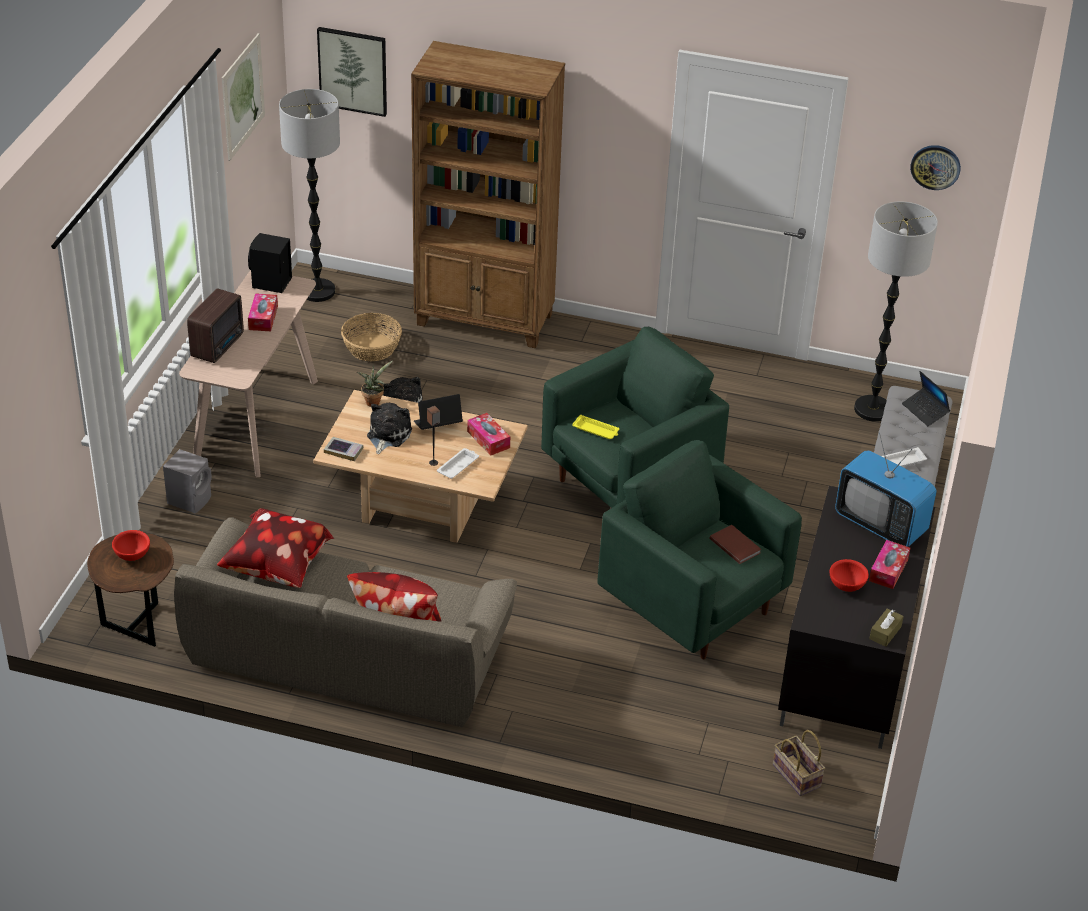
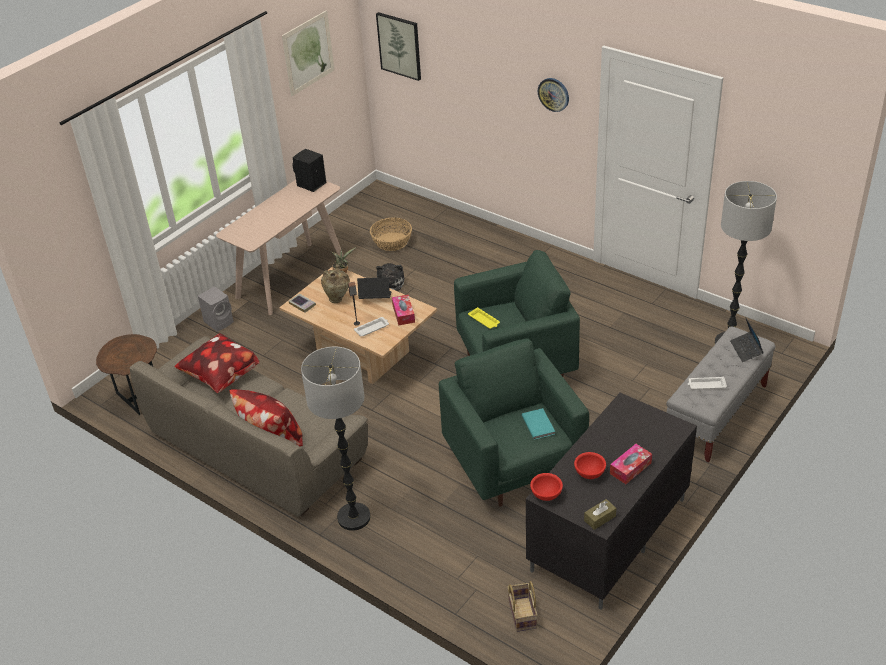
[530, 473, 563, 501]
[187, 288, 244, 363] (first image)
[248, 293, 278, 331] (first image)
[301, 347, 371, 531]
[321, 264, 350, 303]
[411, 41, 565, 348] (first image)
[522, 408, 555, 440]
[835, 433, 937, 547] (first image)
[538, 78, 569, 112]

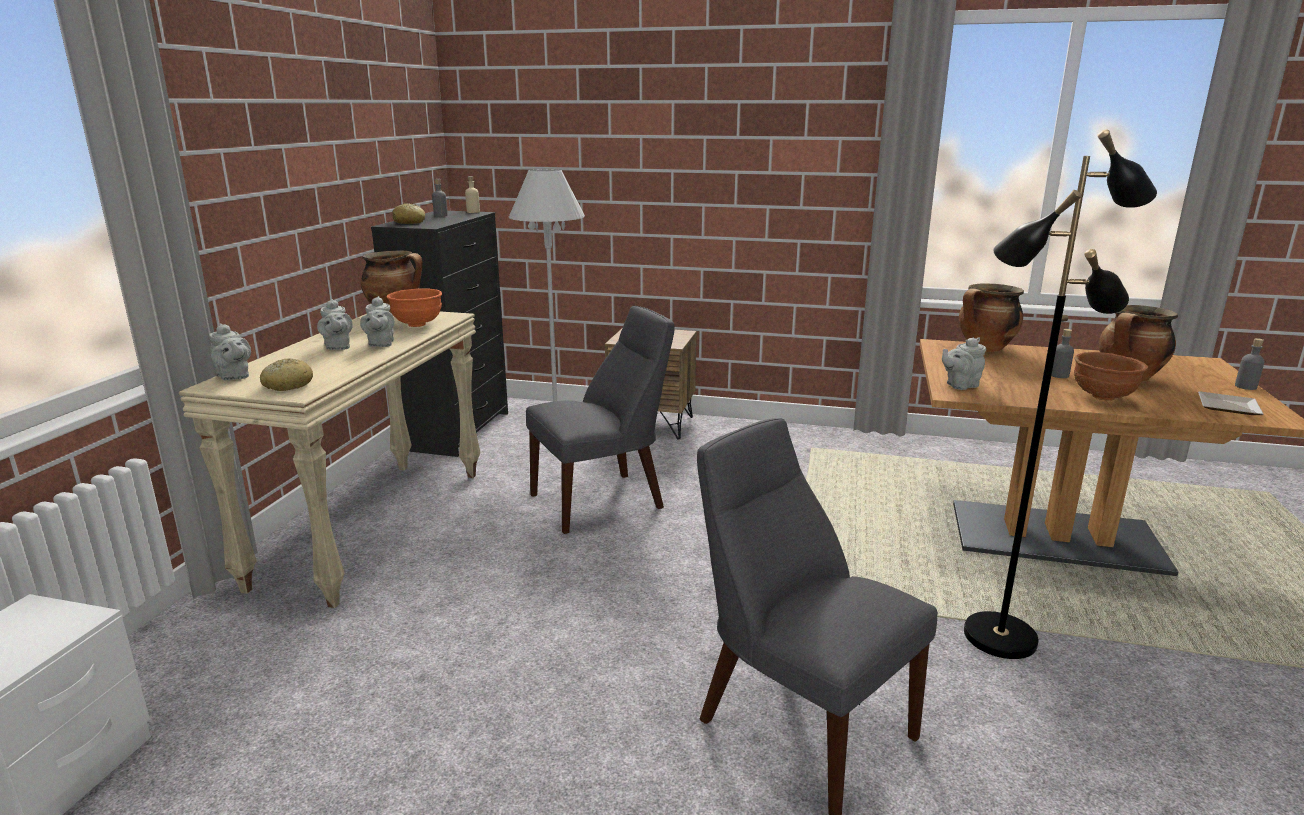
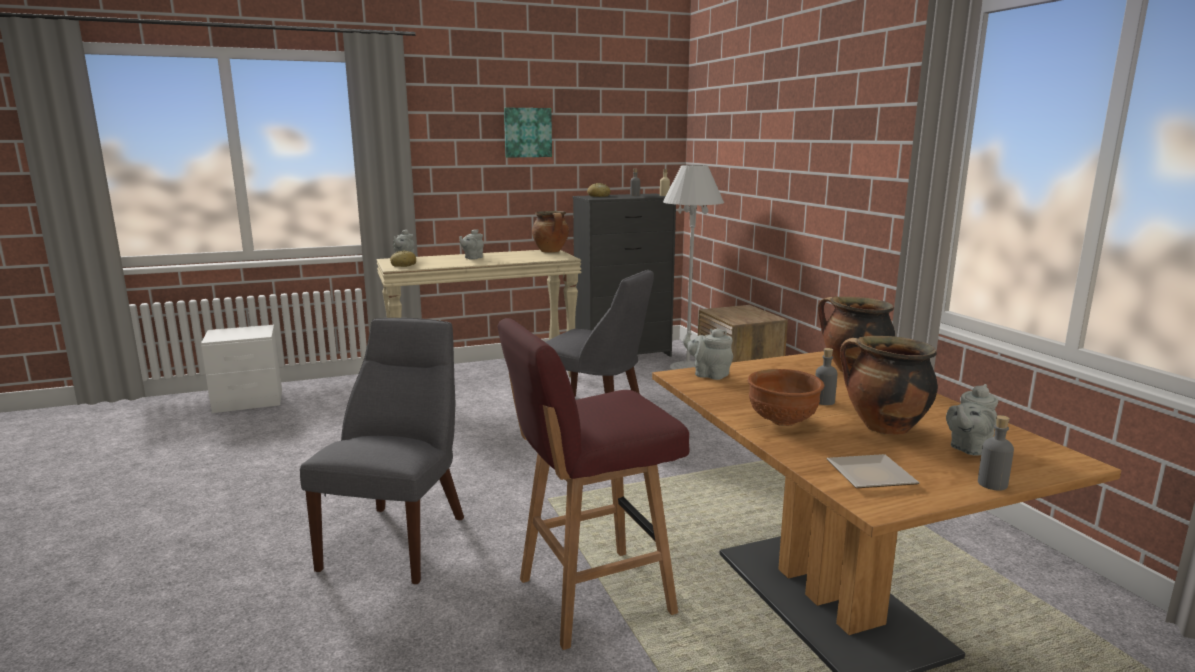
[946, 384, 998, 456]
[387, 288, 442, 327] (first image)
[498, 318, 689, 650]
[504, 108, 552, 158]

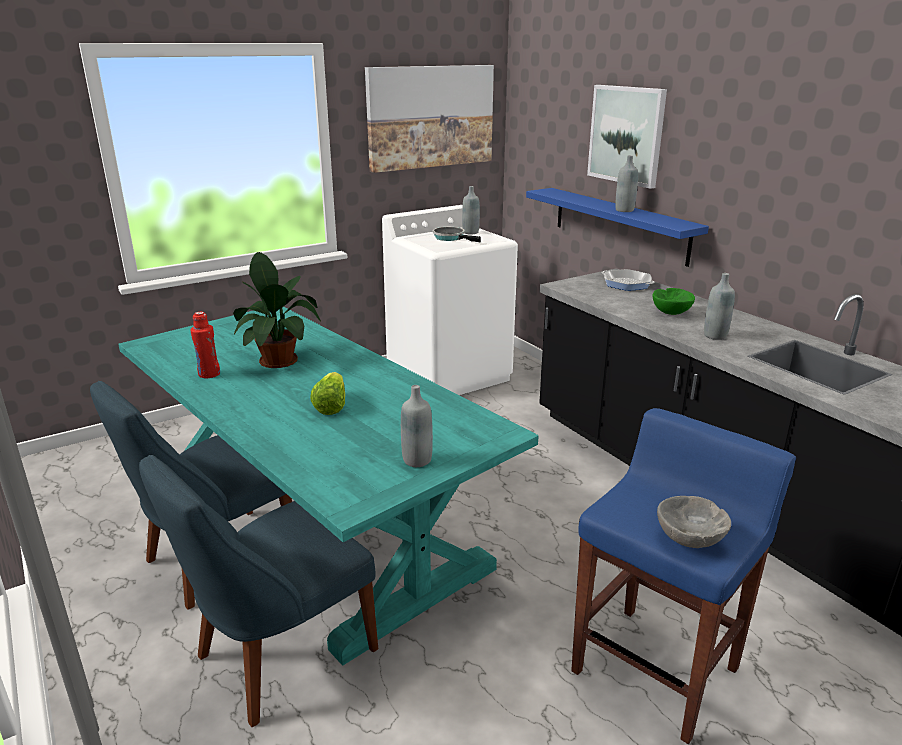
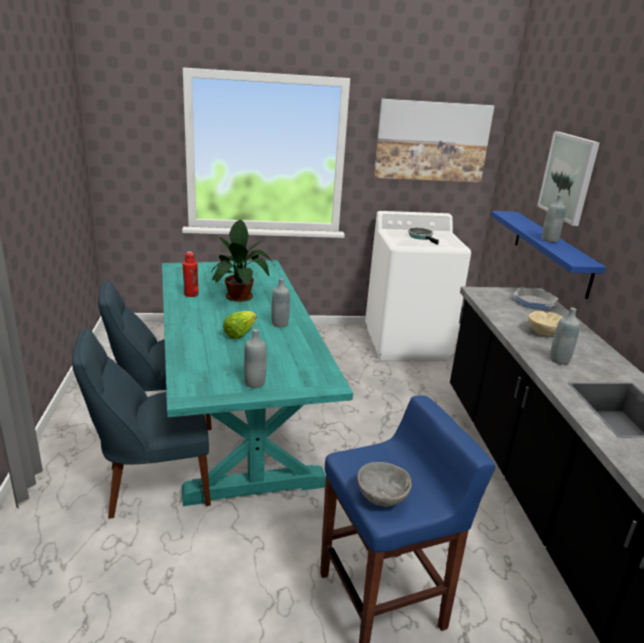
[271, 278, 290, 327]
[528, 311, 563, 336]

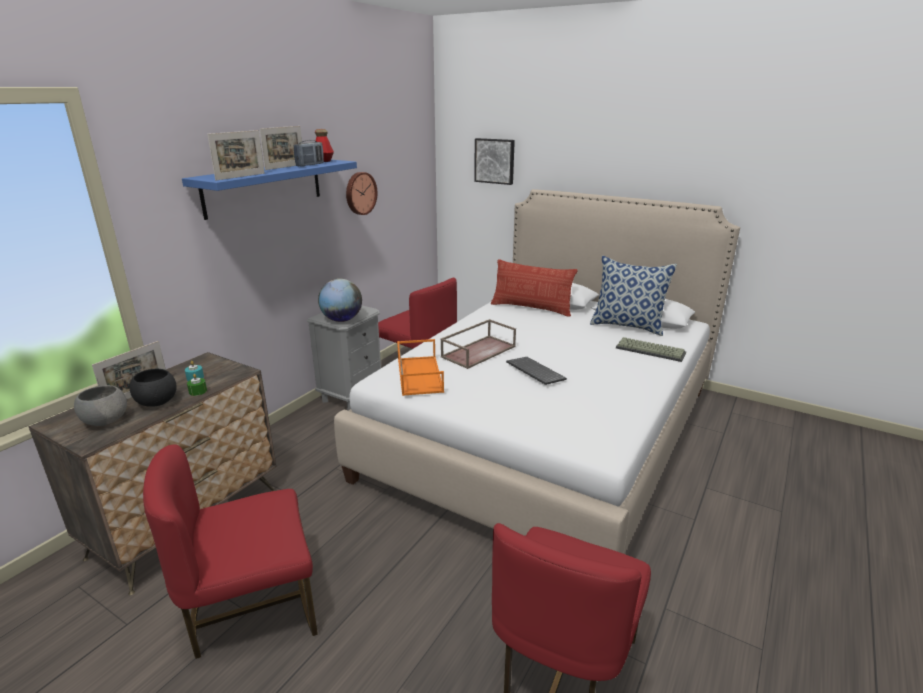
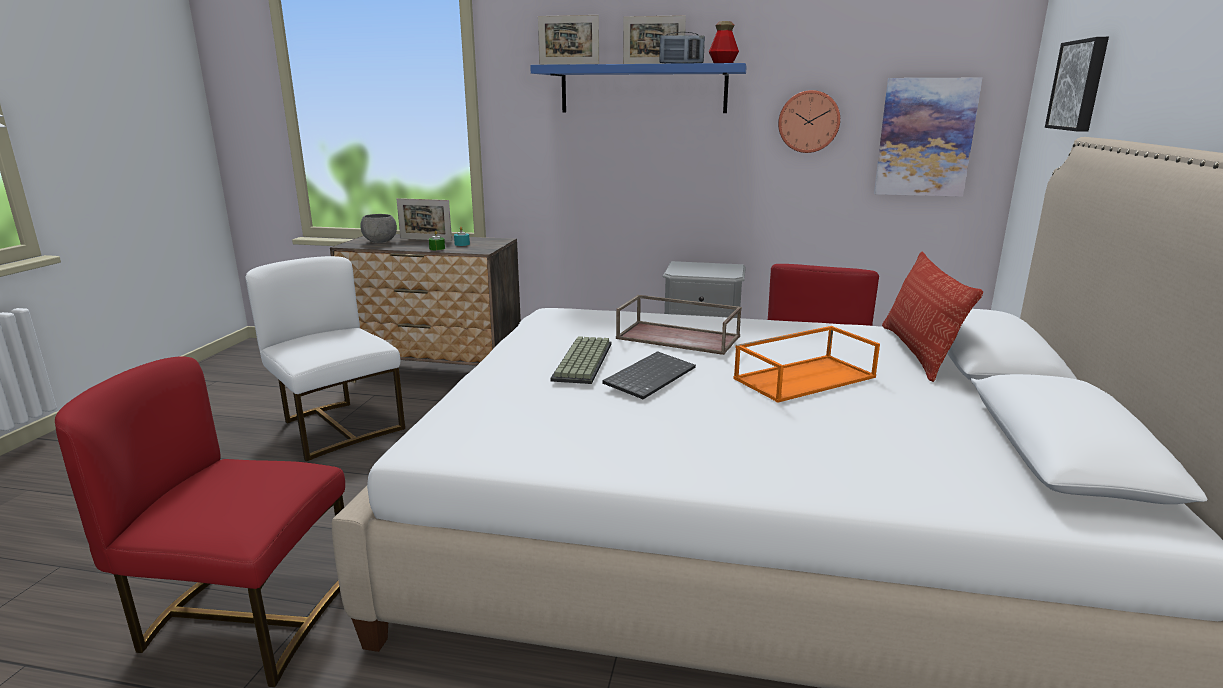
[130, 369, 177, 407] (first image)
[245, 256, 405, 461]
[318, 279, 362, 322] (first image)
[733, 326, 880, 403]
[590, 256, 677, 336] (first image)
[550, 336, 611, 384]
[874, 78, 982, 197]

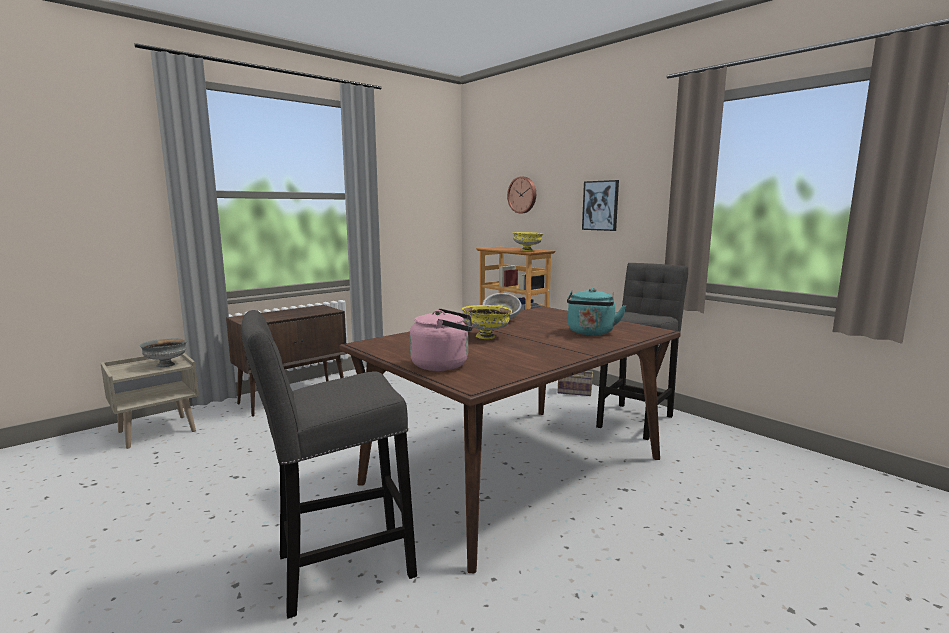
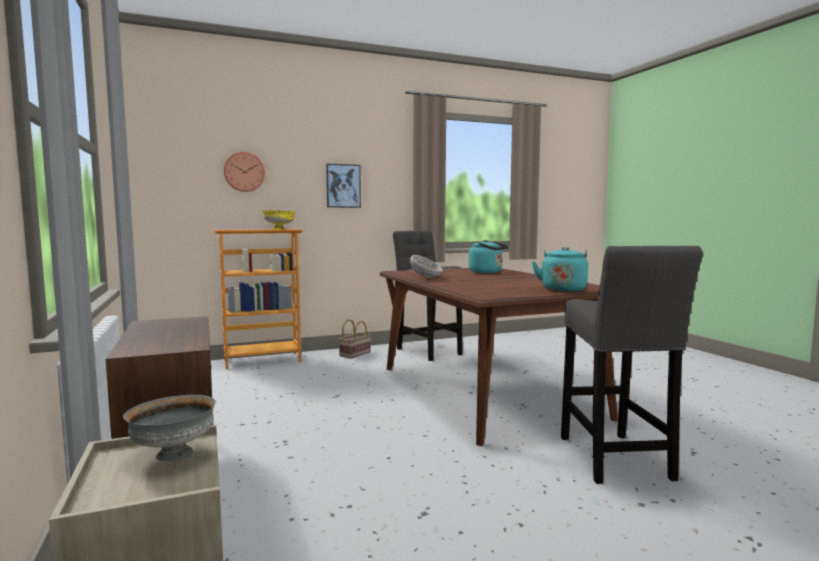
[532, 247, 588, 292]
[462, 305, 512, 339] (first image)

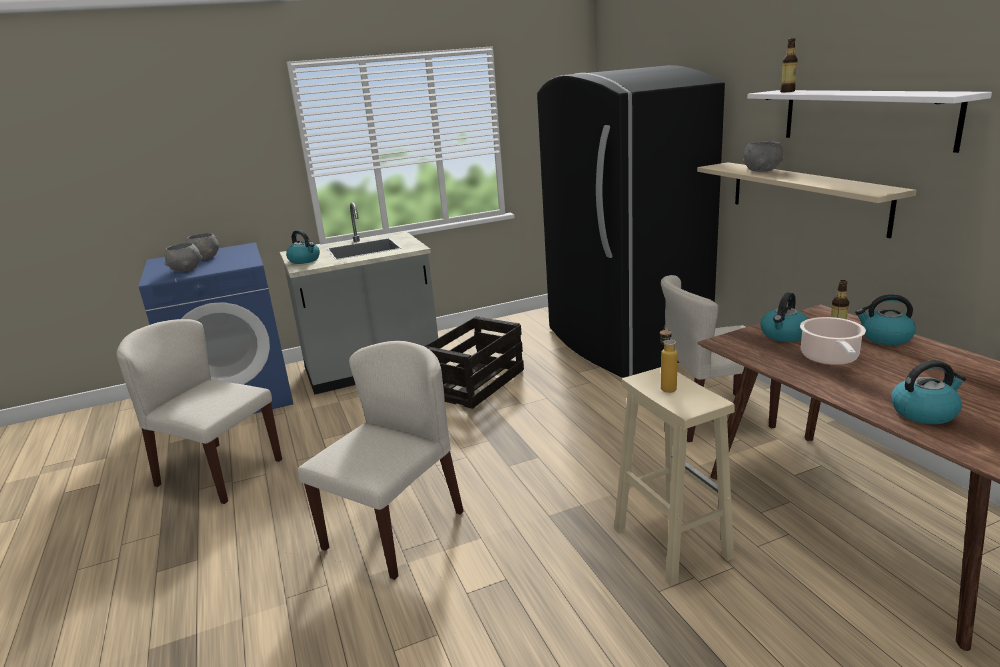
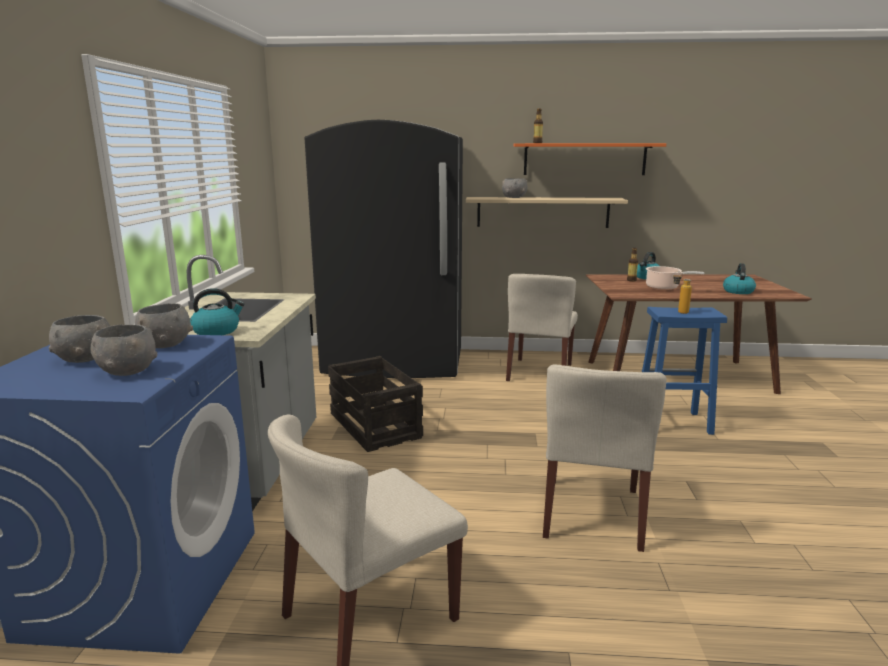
[543, 364, 667, 552]
[642, 307, 727, 435]
[513, 143, 666, 175]
[760, 292, 808, 342] (first image)
[135, 303, 193, 348]

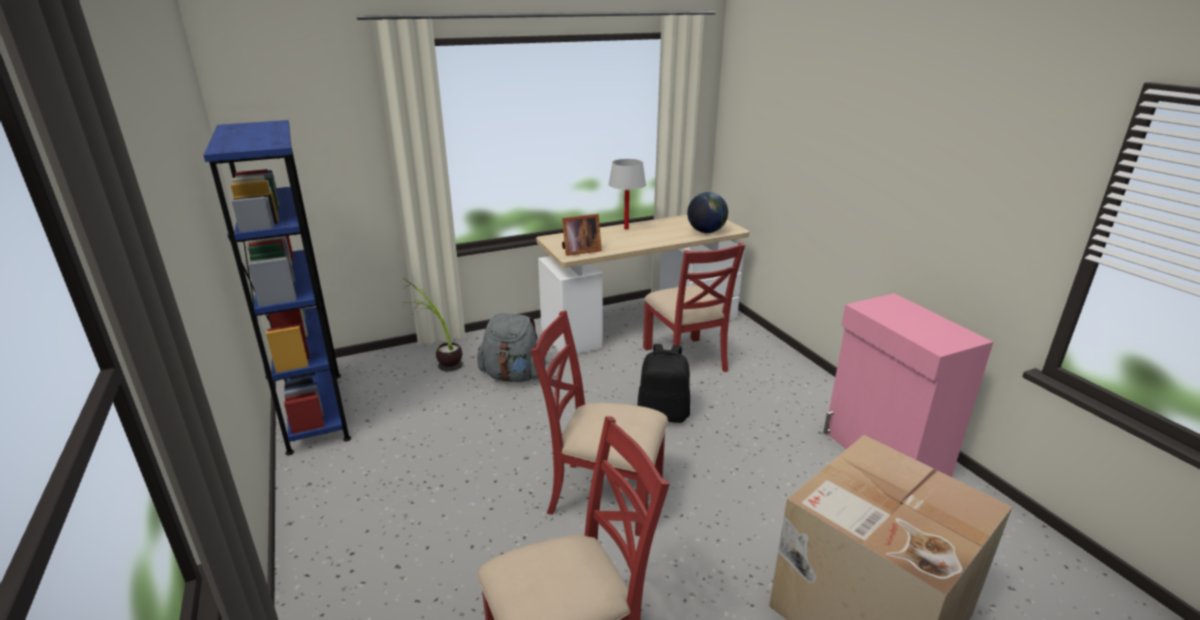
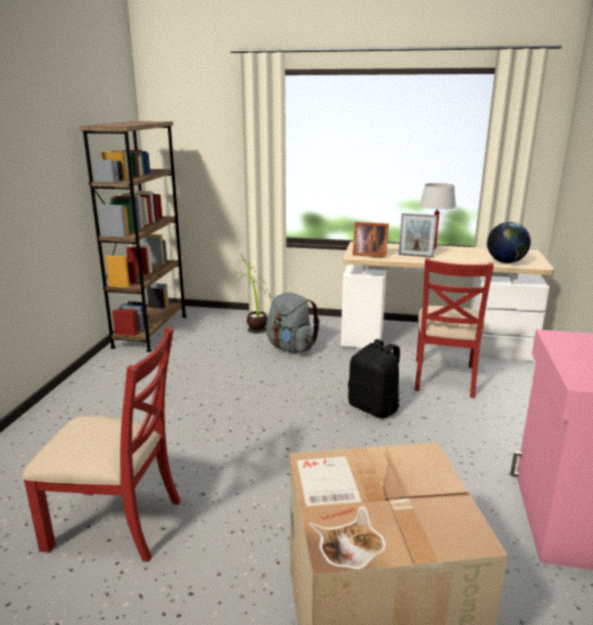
[79, 121, 187, 352]
[531, 310, 668, 536] (first image)
[399, 213, 438, 258]

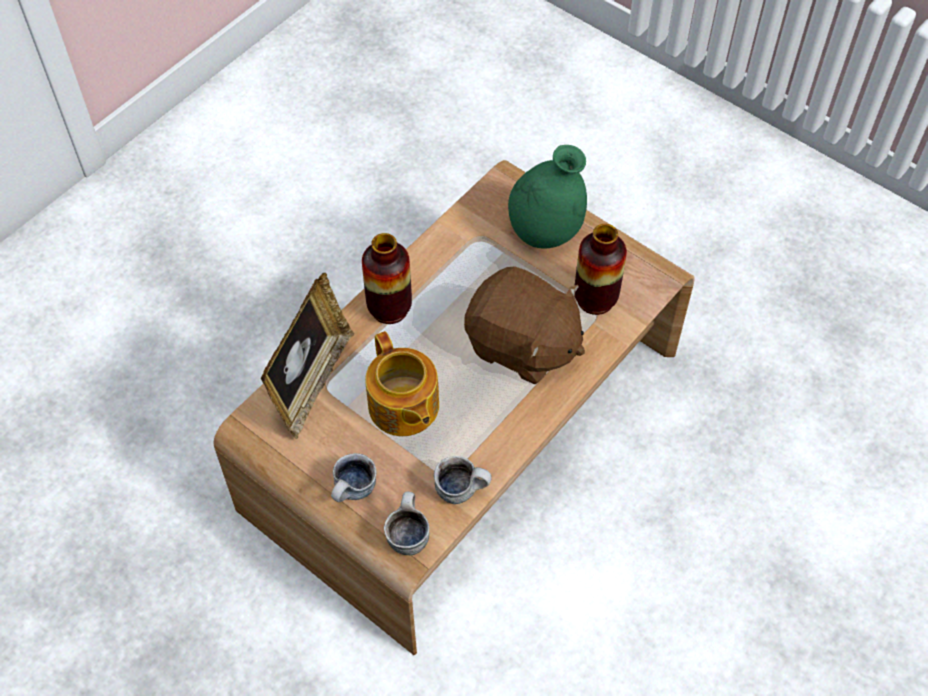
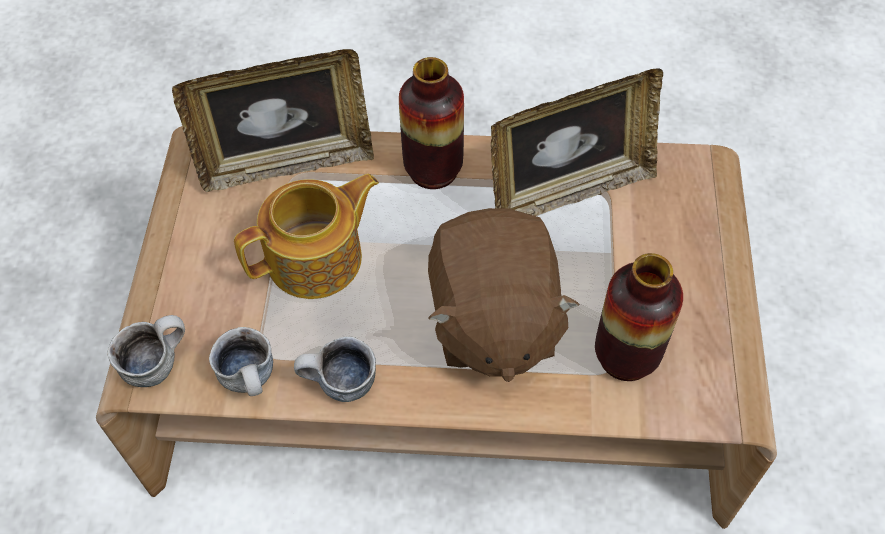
[294, 337, 376, 402]
[234, 174, 379, 299]
[508, 145, 587, 249] (first image)
[491, 68, 663, 216]

